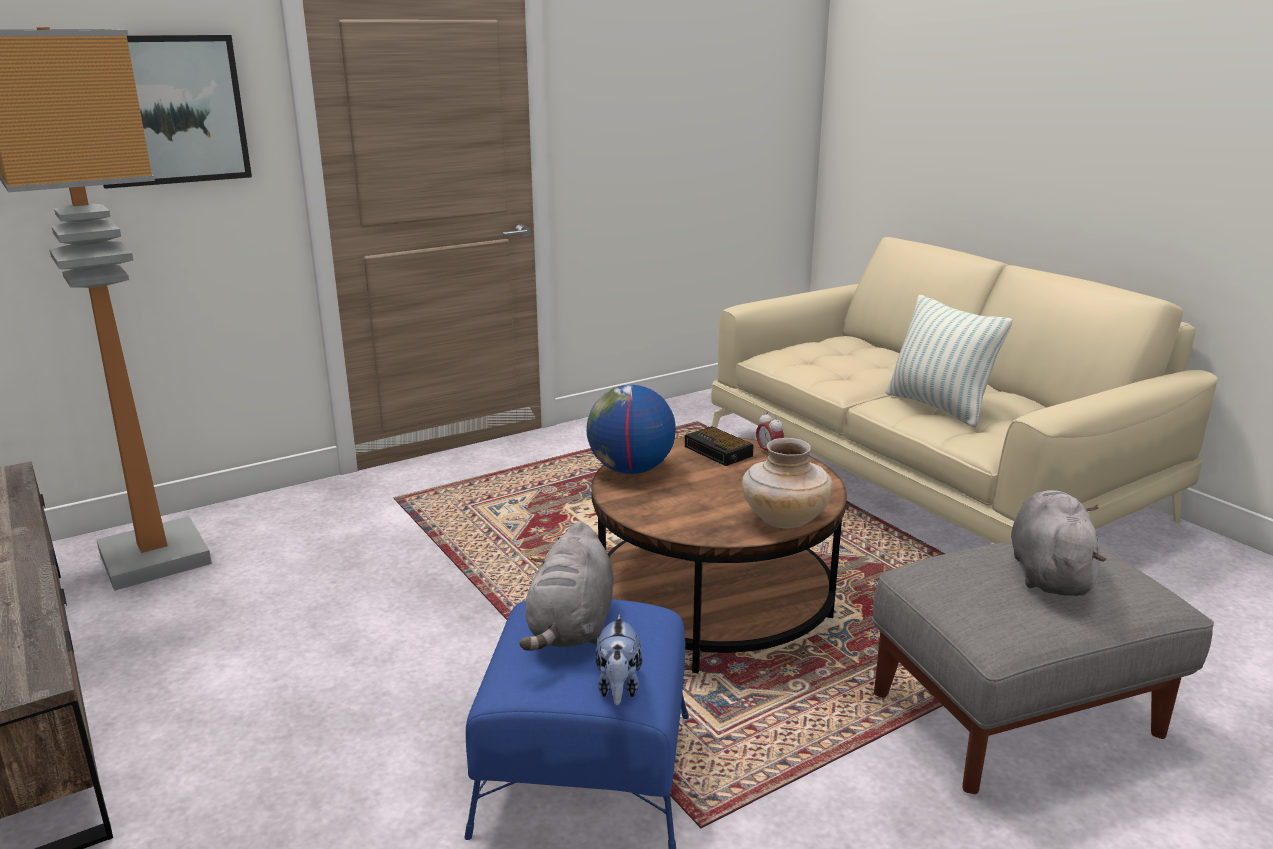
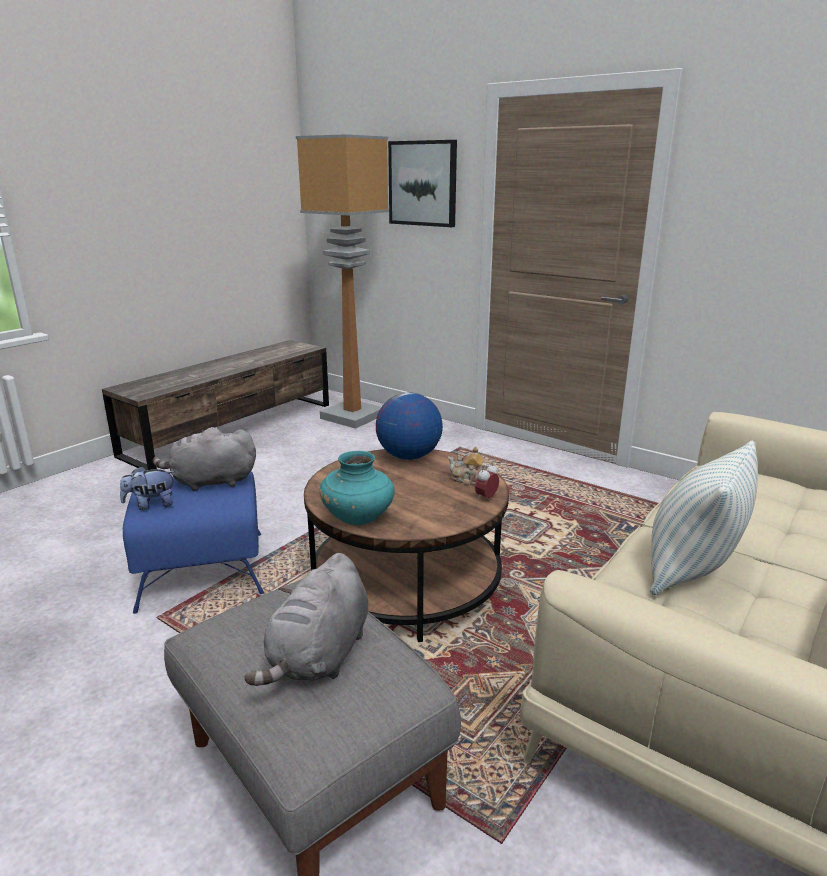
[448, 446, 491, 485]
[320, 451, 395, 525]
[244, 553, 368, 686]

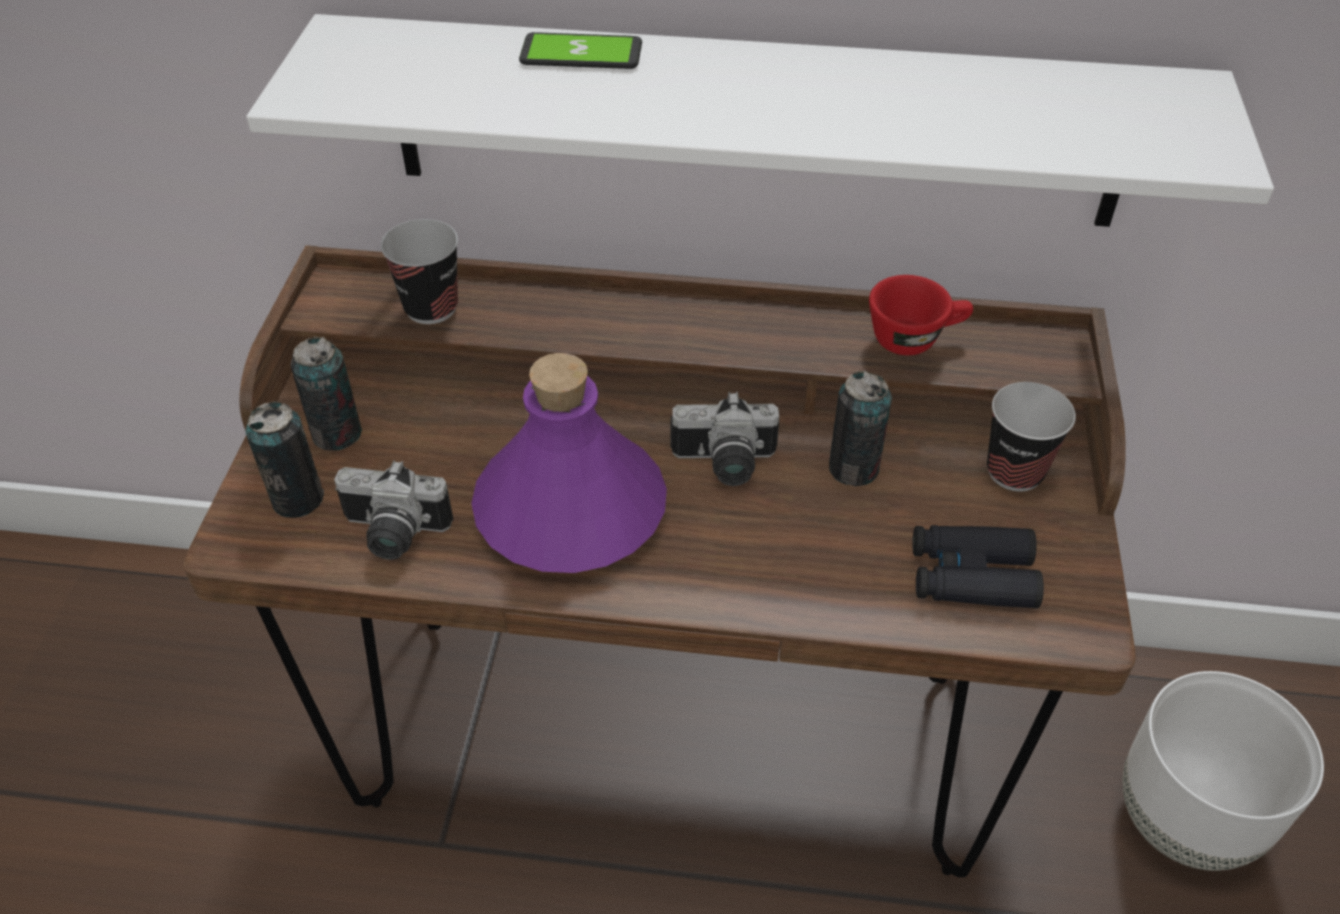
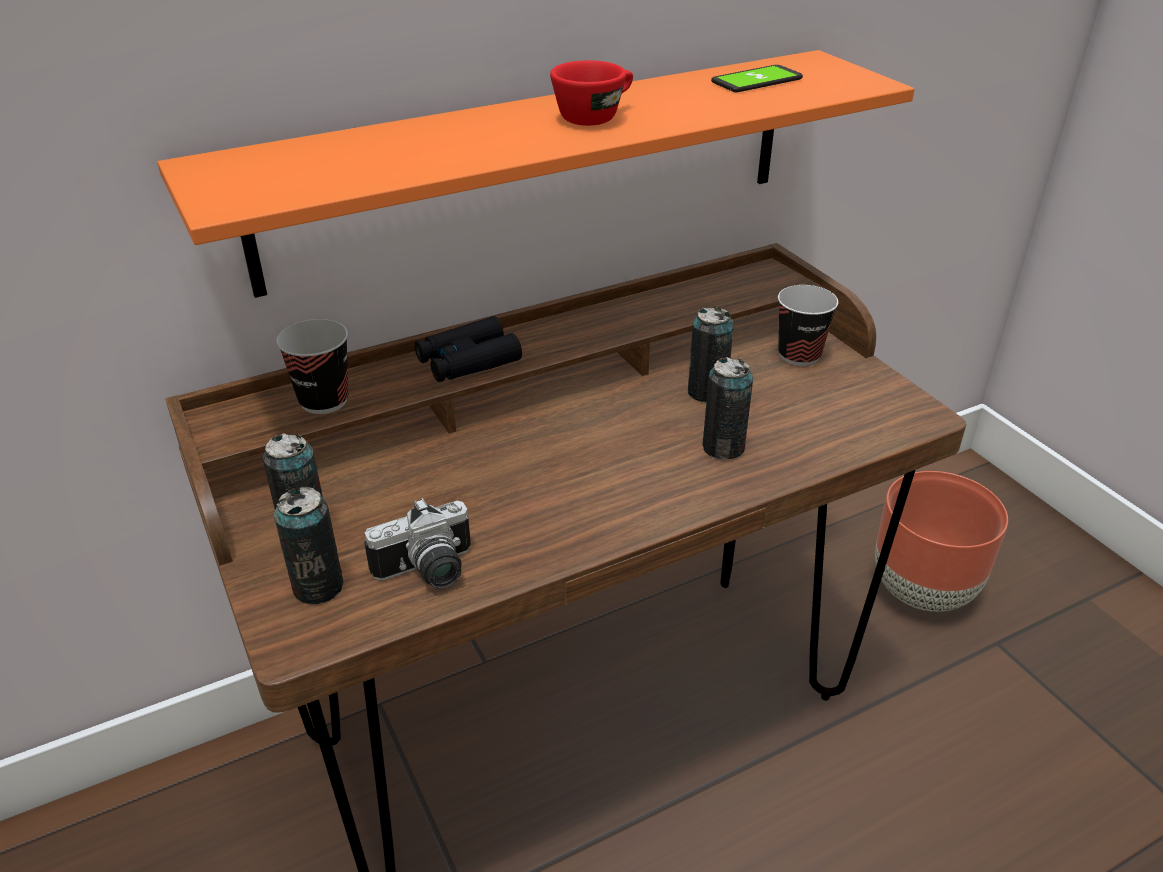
[157, 50, 915, 298]
[471, 353, 667, 573] (first image)
[711, 65, 803, 92]
[670, 392, 779, 486] (first image)
[550, 60, 633, 126]
[414, 316, 522, 382]
[875, 471, 1008, 612]
[702, 357, 753, 459]

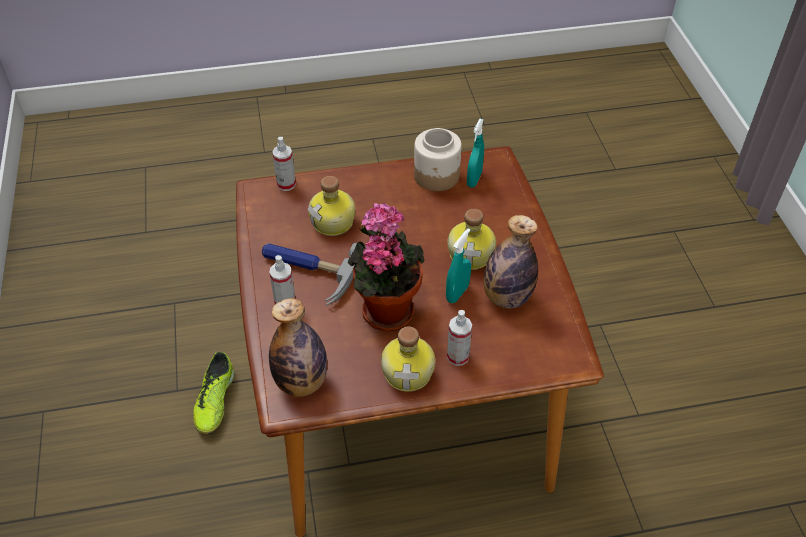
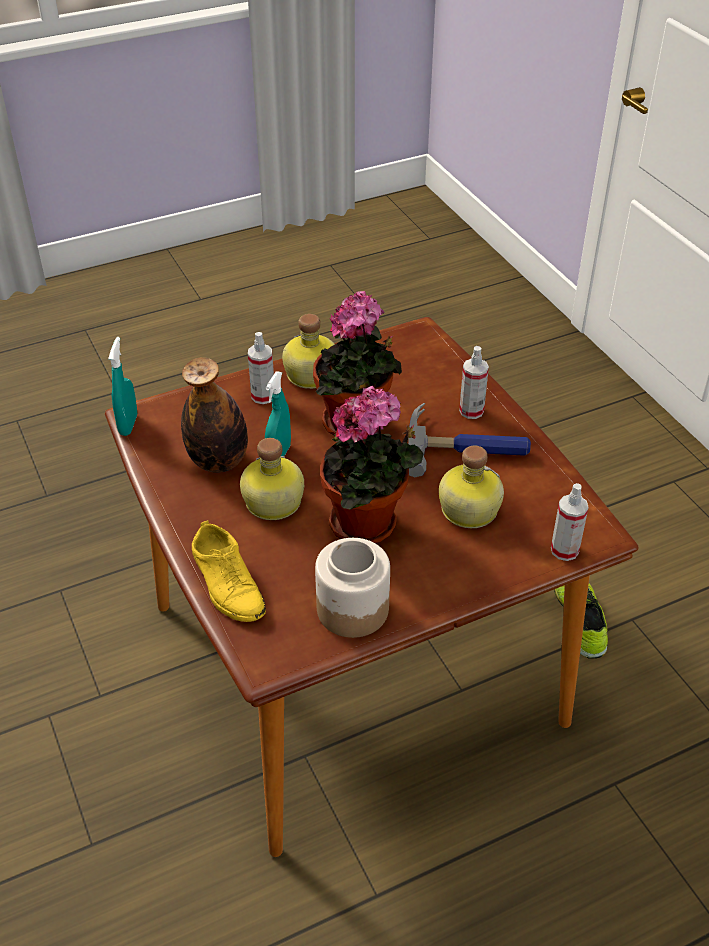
[269, 298, 327, 397] (first image)
[108, 337, 137, 436]
[192, 520, 266, 622]
[320, 386, 424, 544]

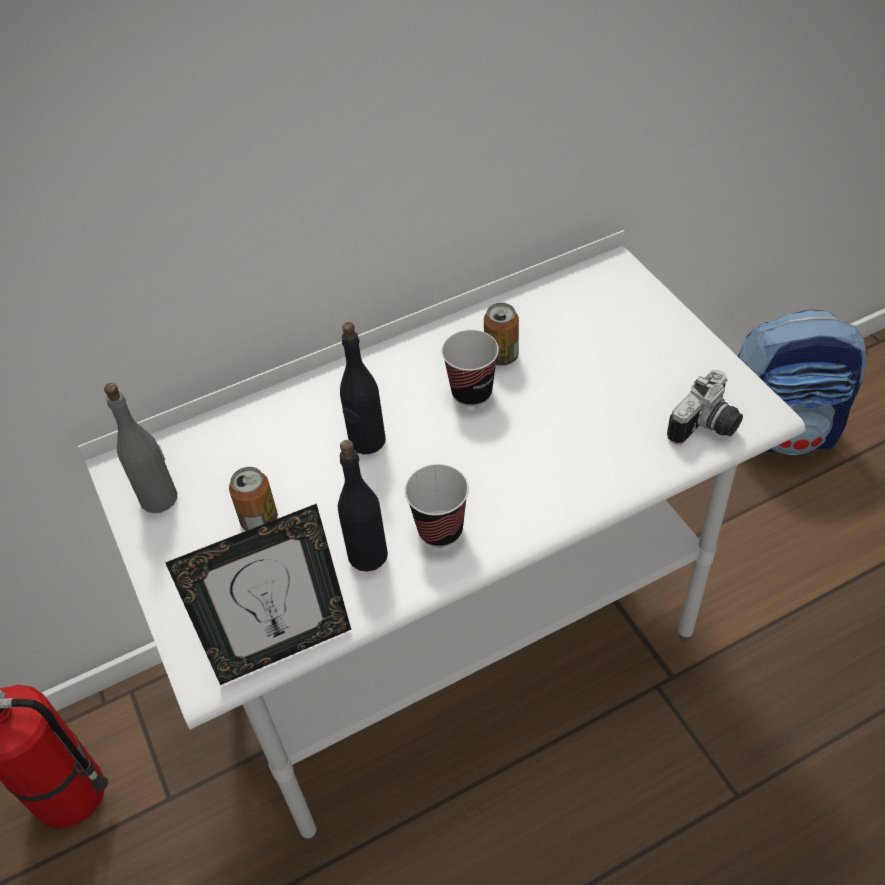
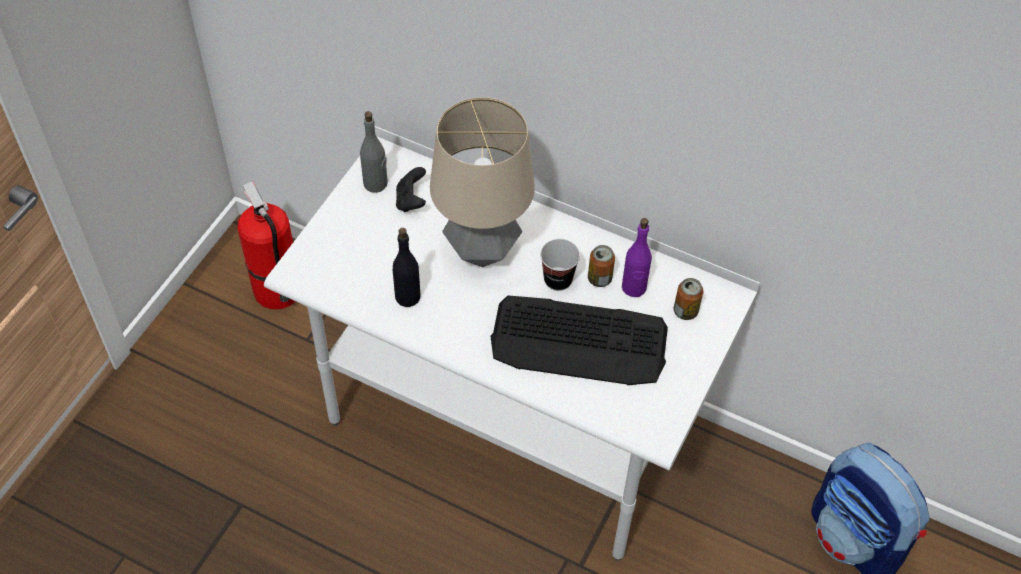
[165, 503, 351, 685] (first image)
[674, 278, 703, 320]
[430, 97, 535, 267]
[405, 464, 469, 547] (first image)
[667, 370, 743, 445] (first image)
[396, 167, 426, 212]
[491, 295, 668, 385]
[622, 218, 652, 297]

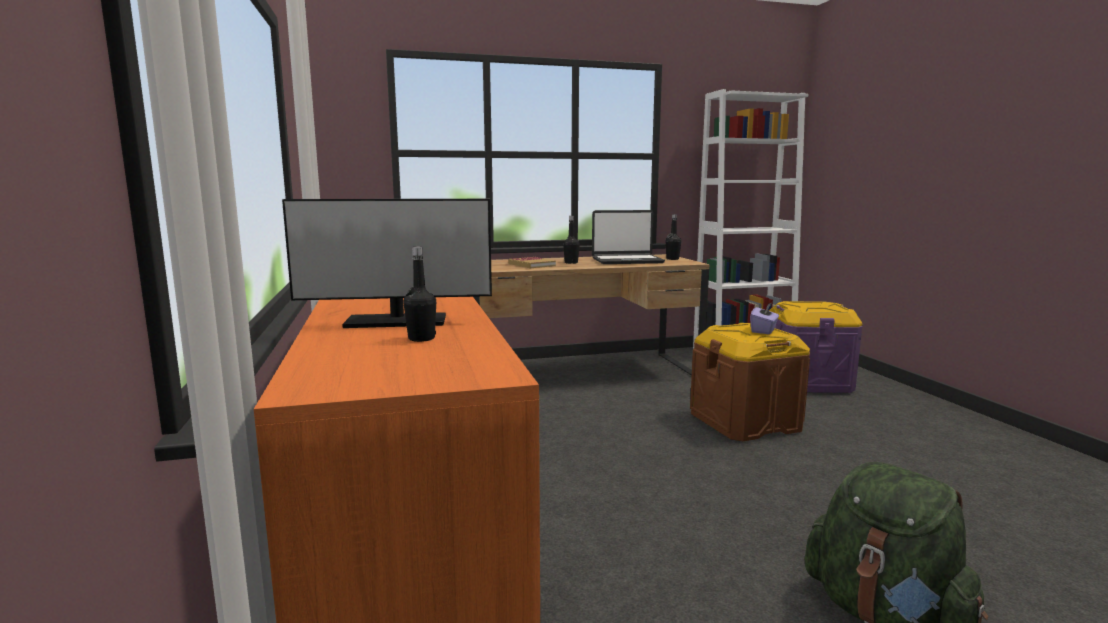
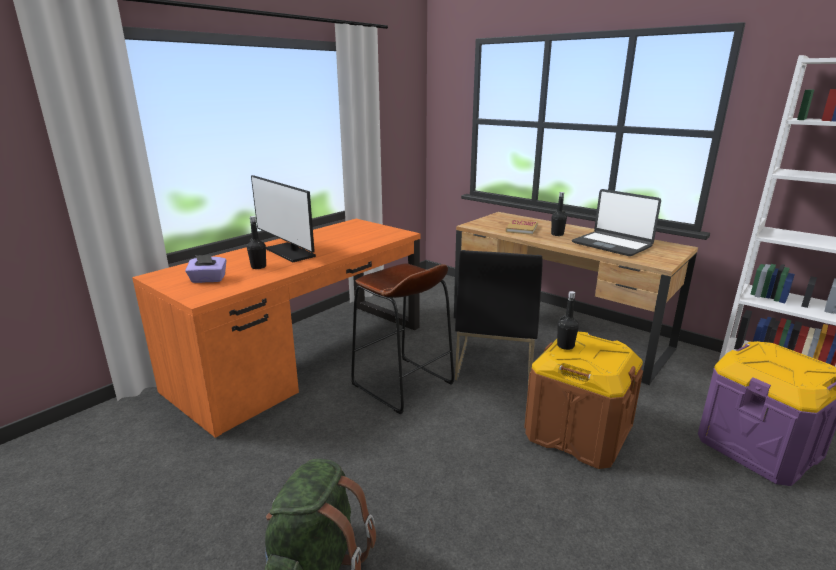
[557, 291, 579, 350]
[185, 255, 227, 283]
[351, 263, 454, 414]
[455, 250, 542, 383]

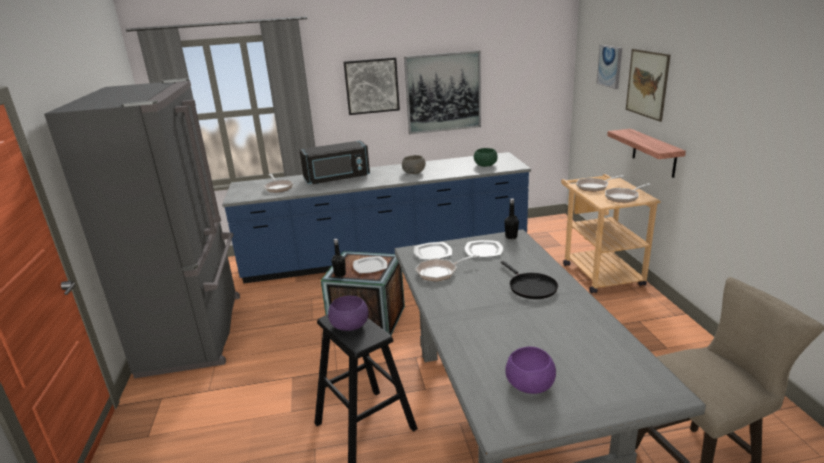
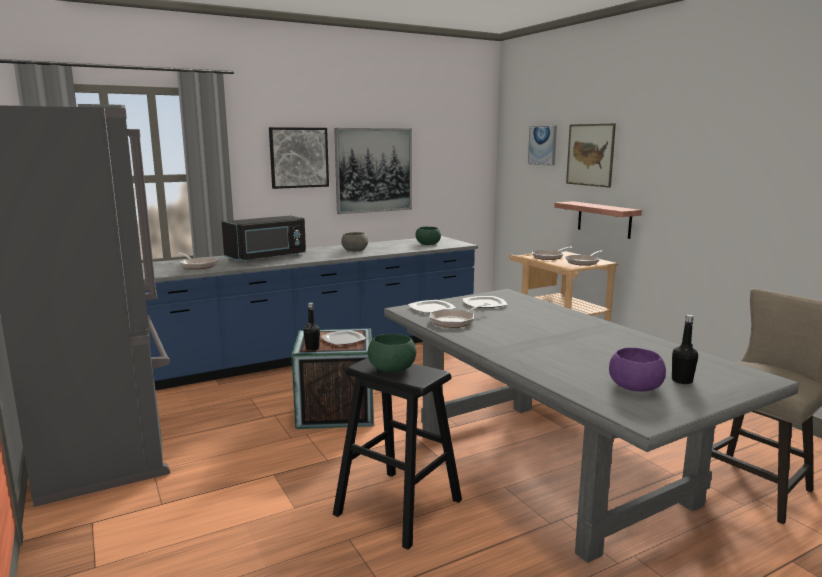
[368, 334, 416, 372]
[501, 261, 558, 299] (first image)
[672, 315, 698, 384]

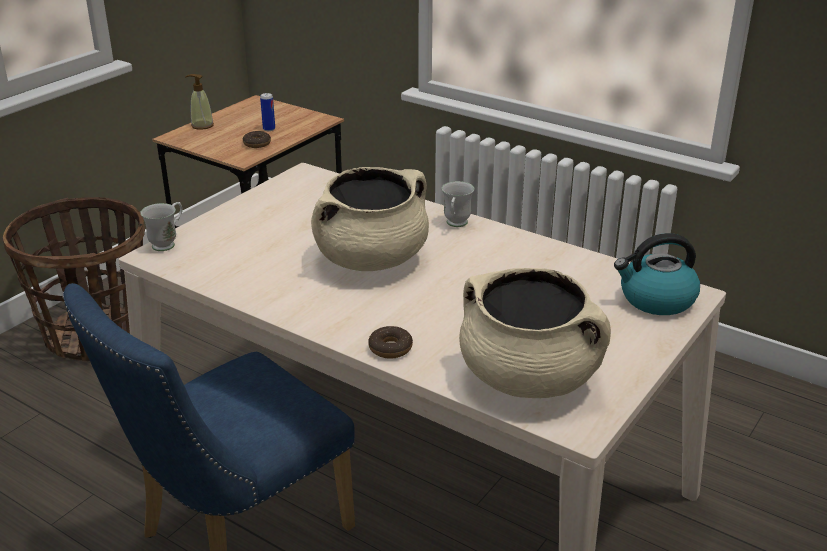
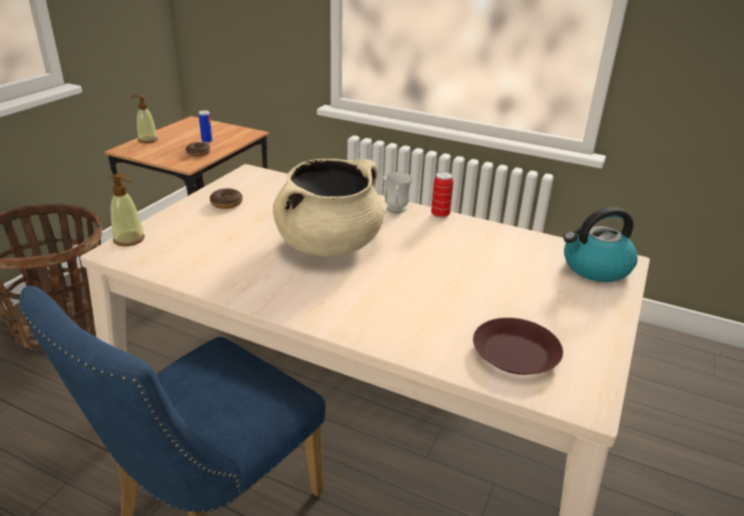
[109, 173, 145, 246]
[210, 188, 243, 209]
[473, 318, 563, 375]
[431, 172, 453, 218]

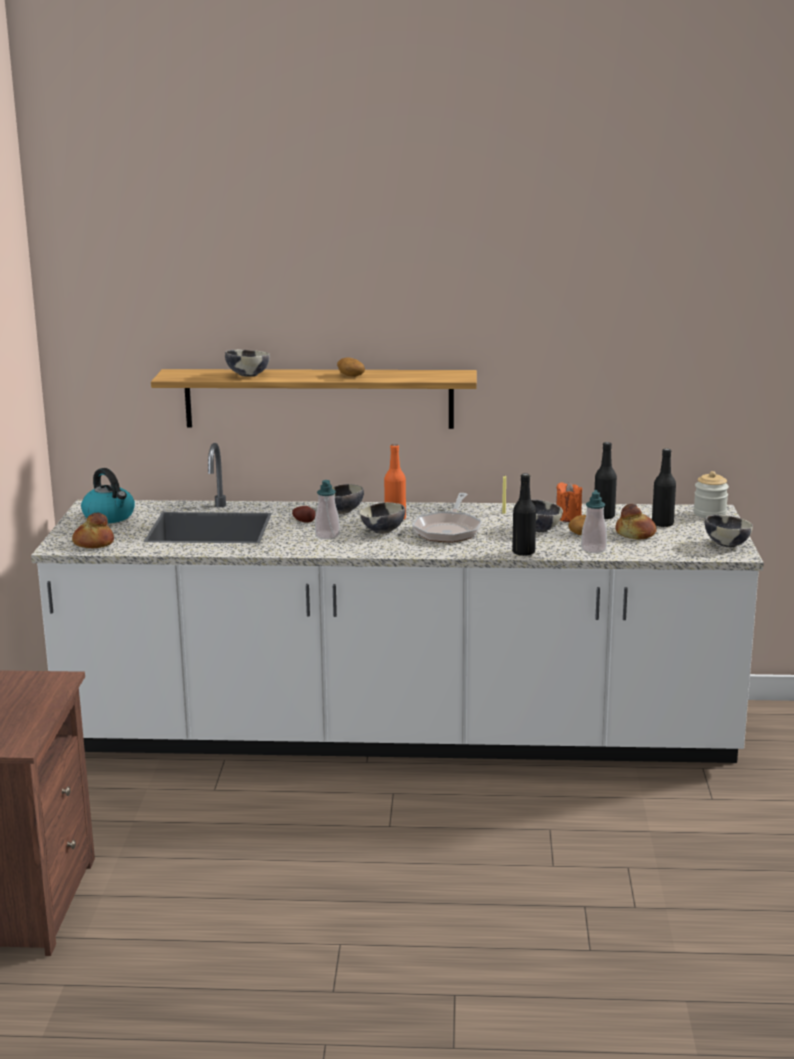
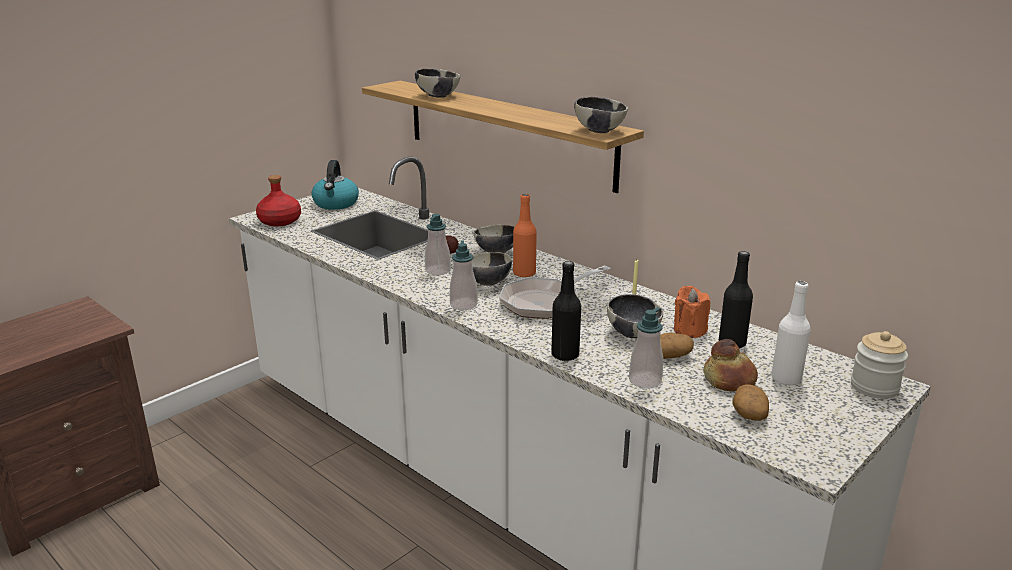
[256, 175, 301, 227]
[733, 384, 769, 421]
[771, 281, 811, 386]
[574, 97, 628, 133]
[450, 240, 478, 310]

